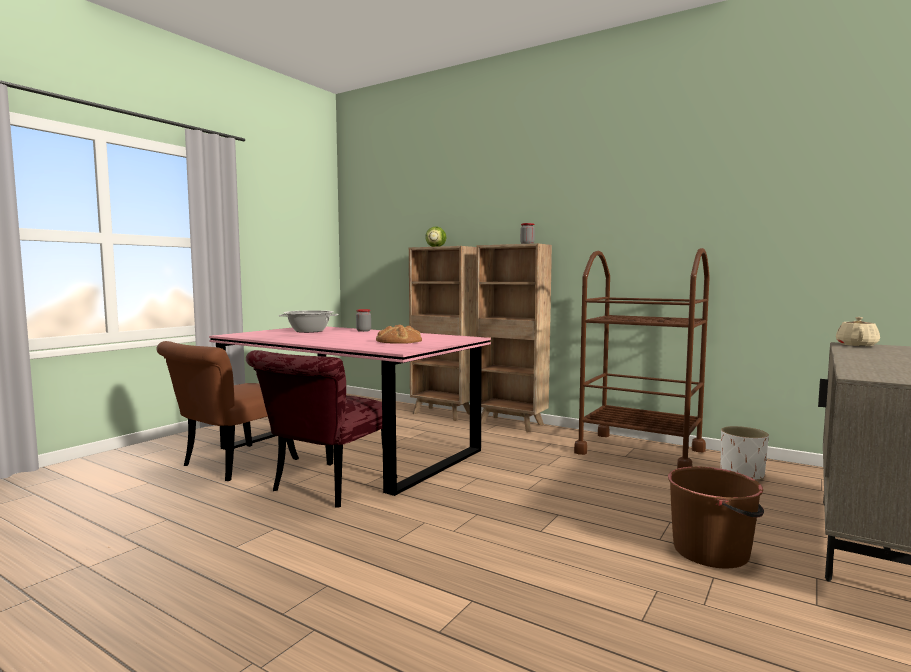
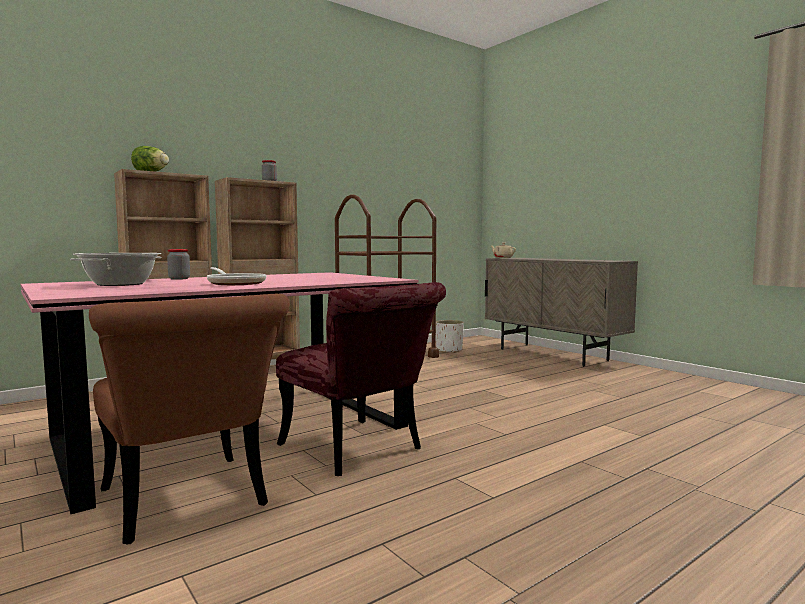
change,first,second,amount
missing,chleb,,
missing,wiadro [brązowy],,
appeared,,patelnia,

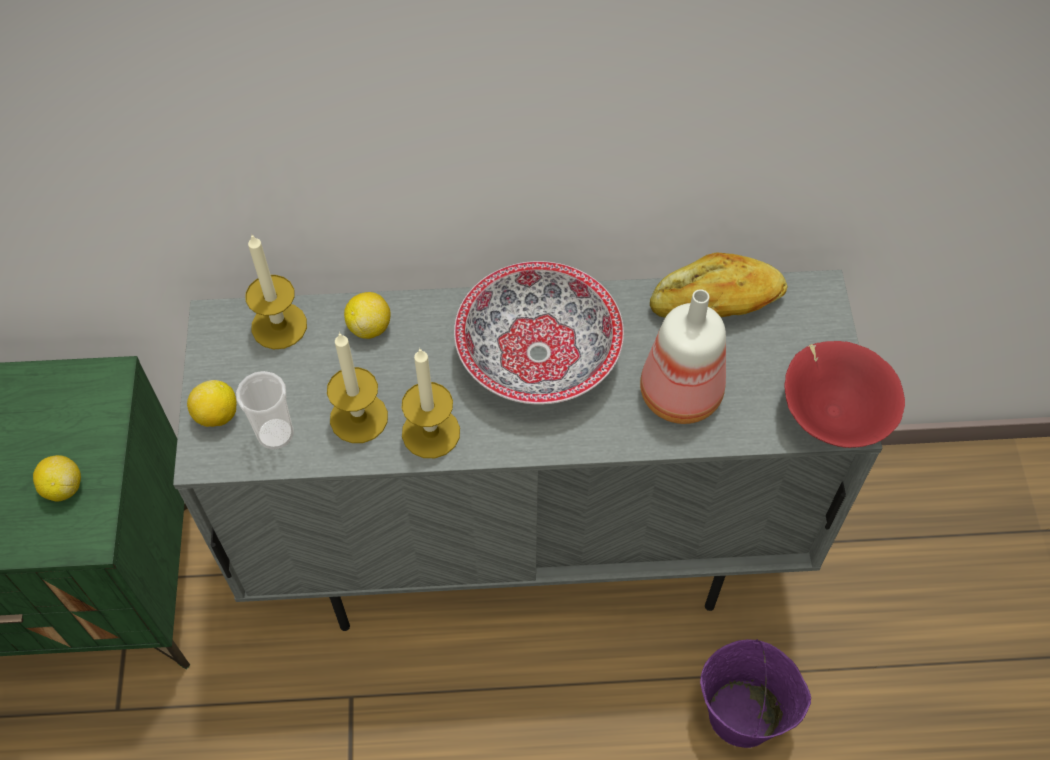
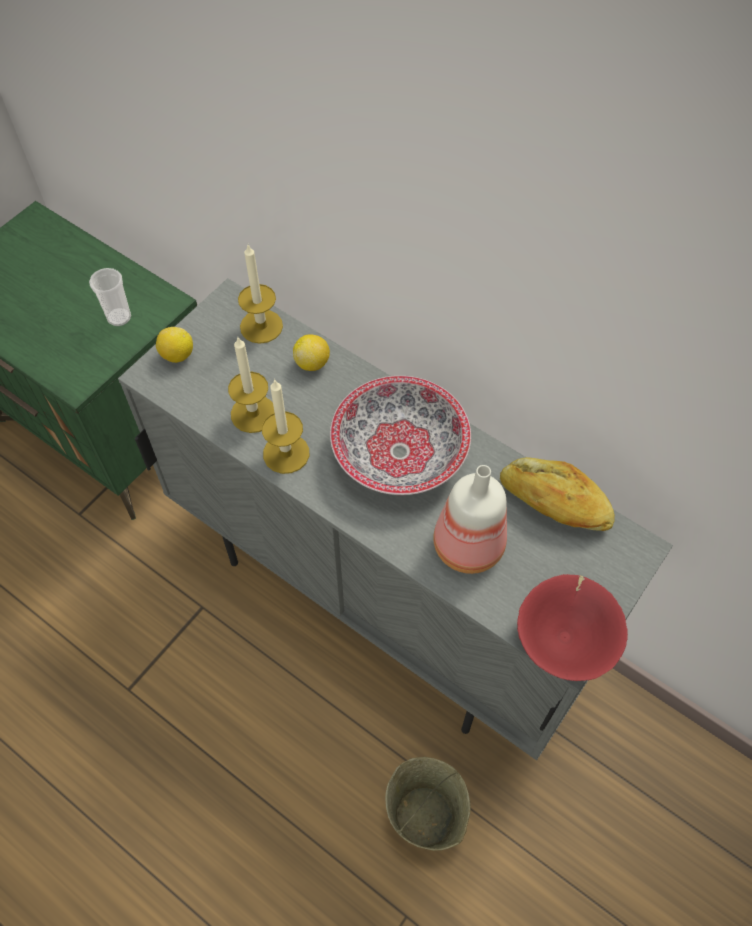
change,first,second,amount
relocated,filiżanka,,
missing,cytryna (no. 1 from left),,
colour,wiadro [fioletowy],wiadro [beżowy],

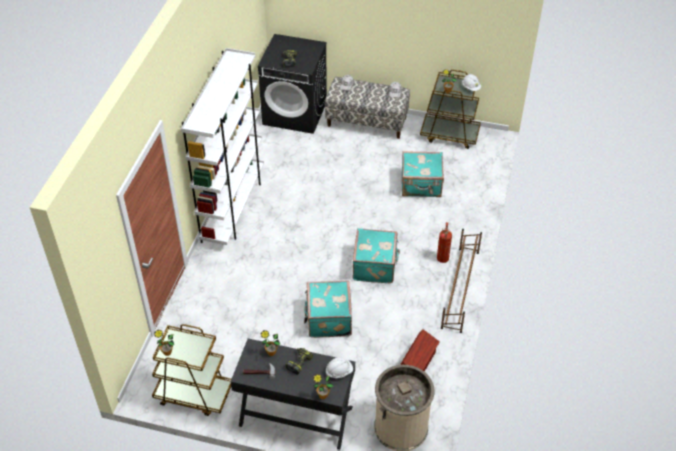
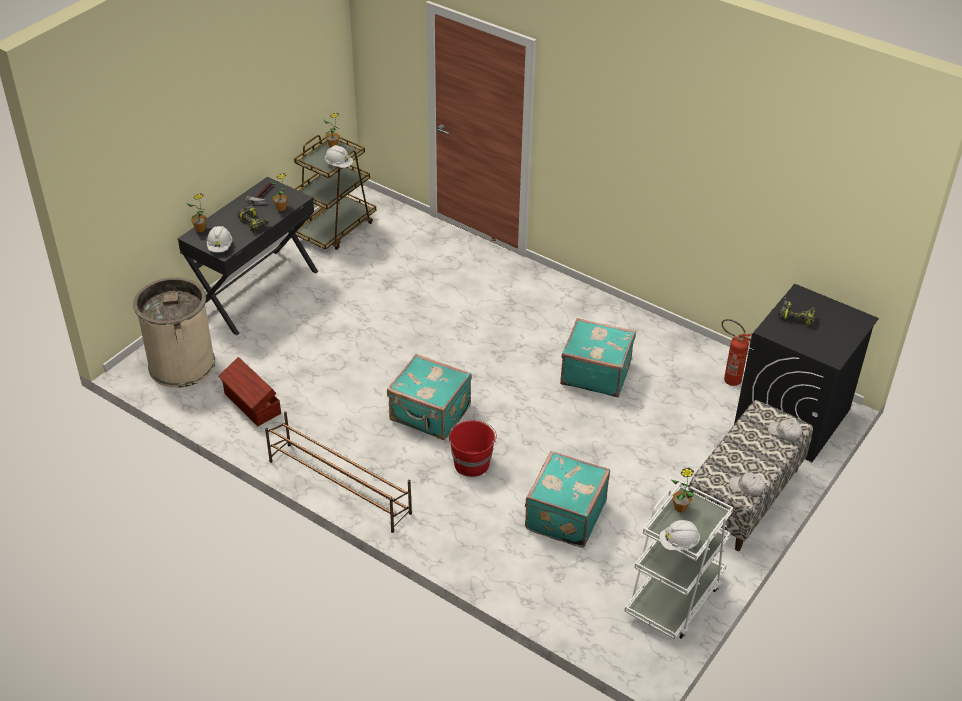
change,first,second,amount
missing,regał [biały],,
colour,wózek [brązowy] (no. 2 from left),wózek [biały],
relocated,gaśnica,,
relocated,walizka [turkusowy] (no. 1 from left in the first image),walizka [turkusowy] (no. 3 from left),
appeared,,kask [biały] (no. 2 from left),
appeared,,wiadro [czerwony],

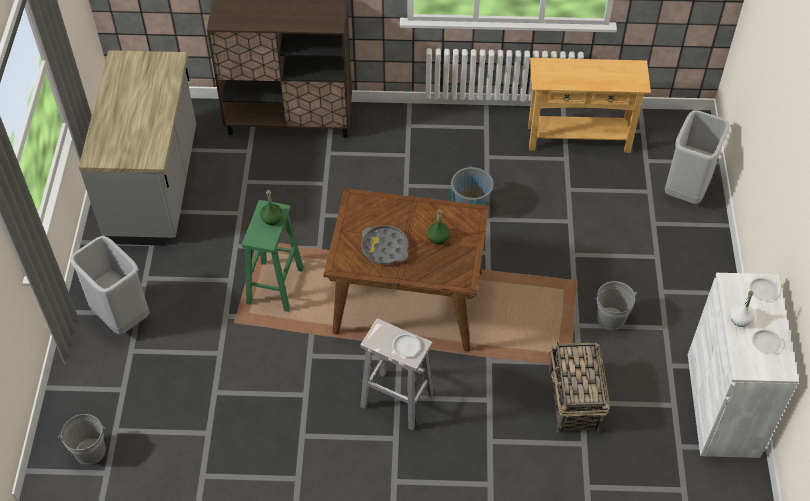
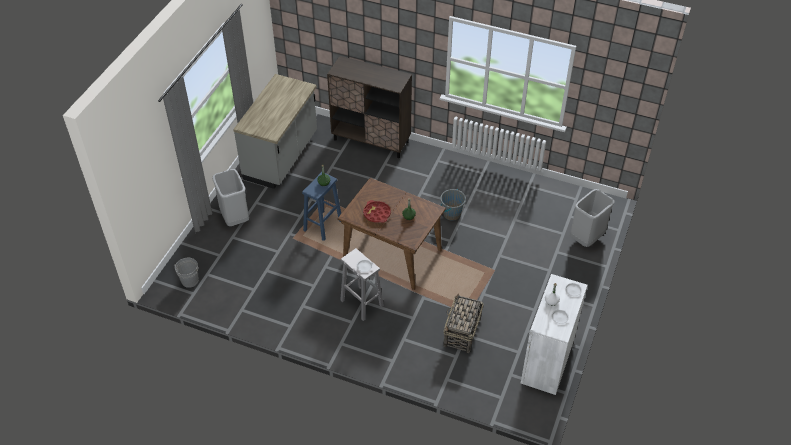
change,first,second,amount
missing,stolik konsolowy [beżowy],,
colour,stołek [zielony],stołek [niebieski],
colour,taca [szary],taca [czerwony],
missing,wiadro [szary] (no. 3 from left),,

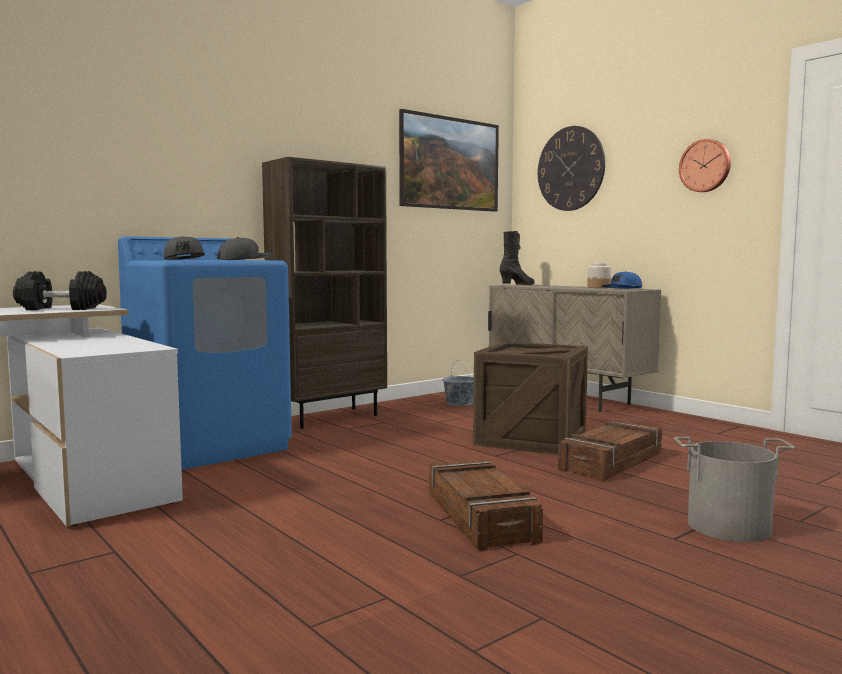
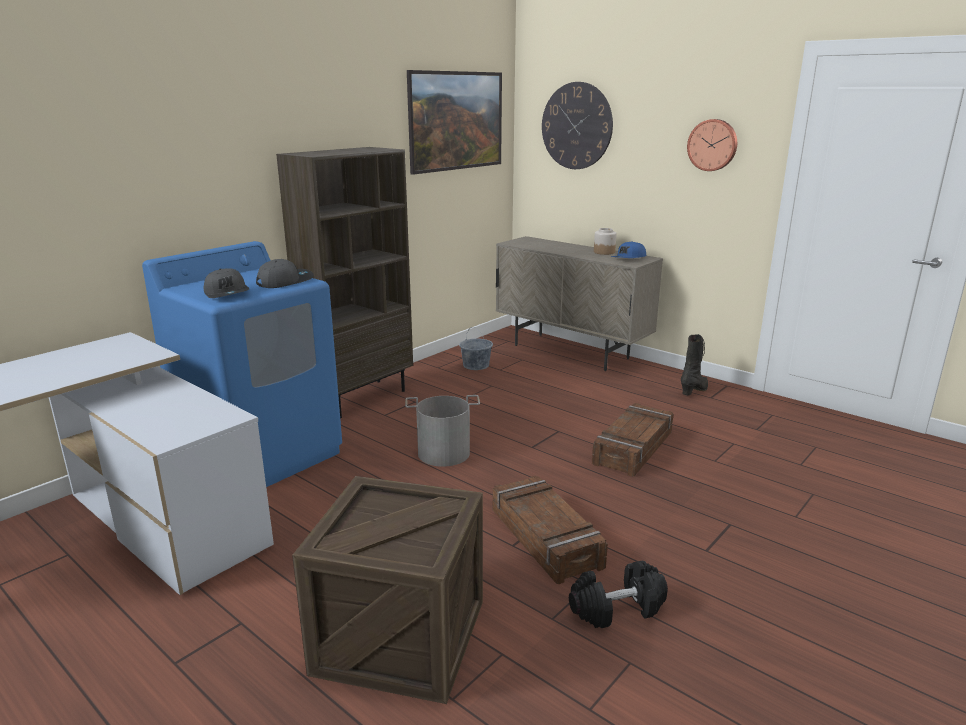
change,first,second,amount
relocated,but z cholewką [czarny],,
relocated,hantel [czarny],,
relocated,skrzynka (no. 2 from left in the first image),skrzynka (no. 1 from left),
relocated,wiadro [szary] (no. 2 from left in the first image),wiadro [szary] (no. 1 from left),

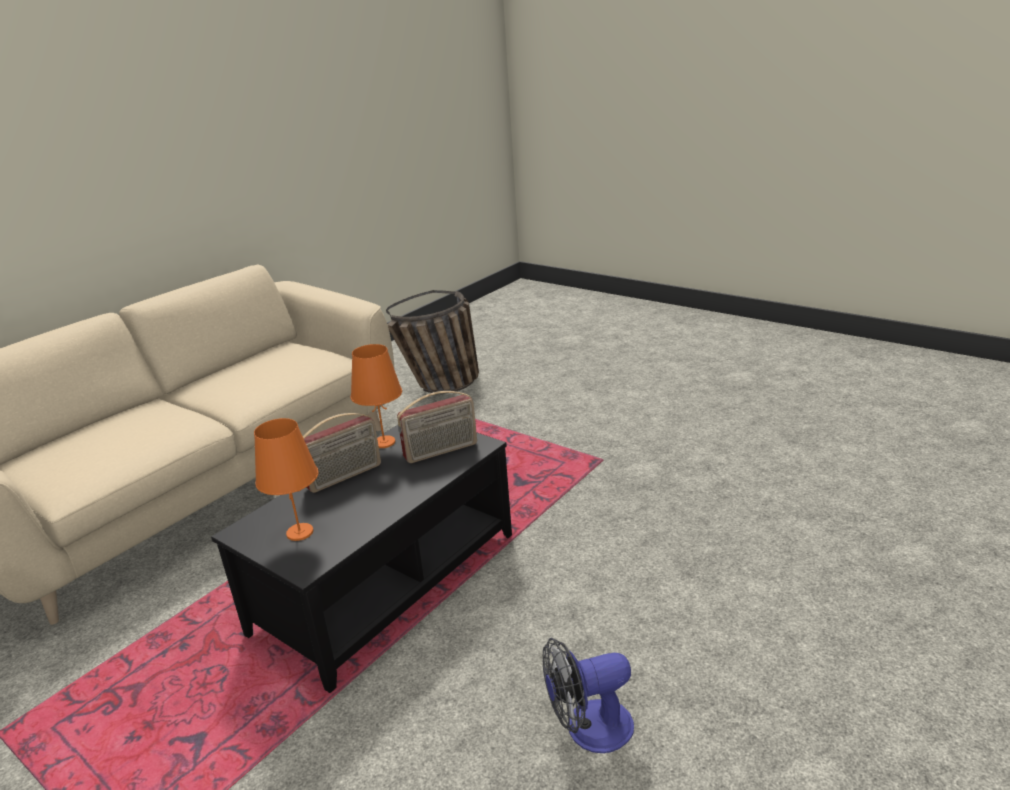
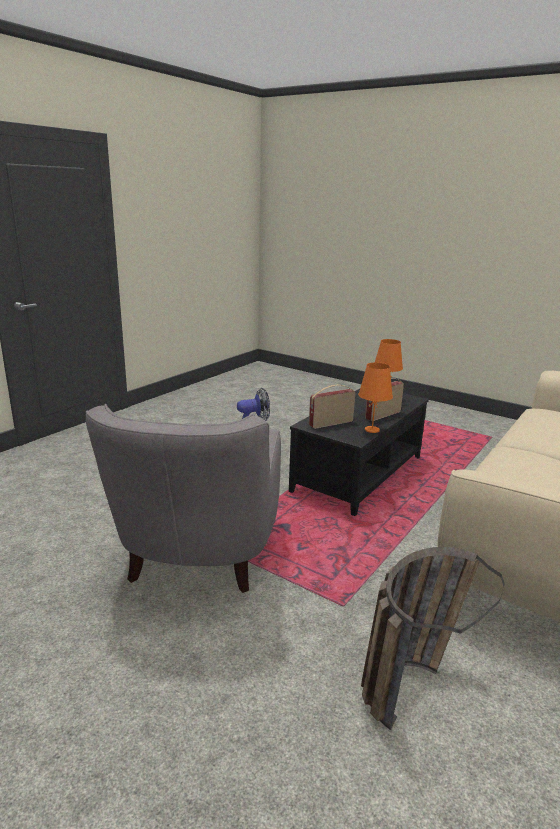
change,first,second,amount
appeared,,fotel [szary],

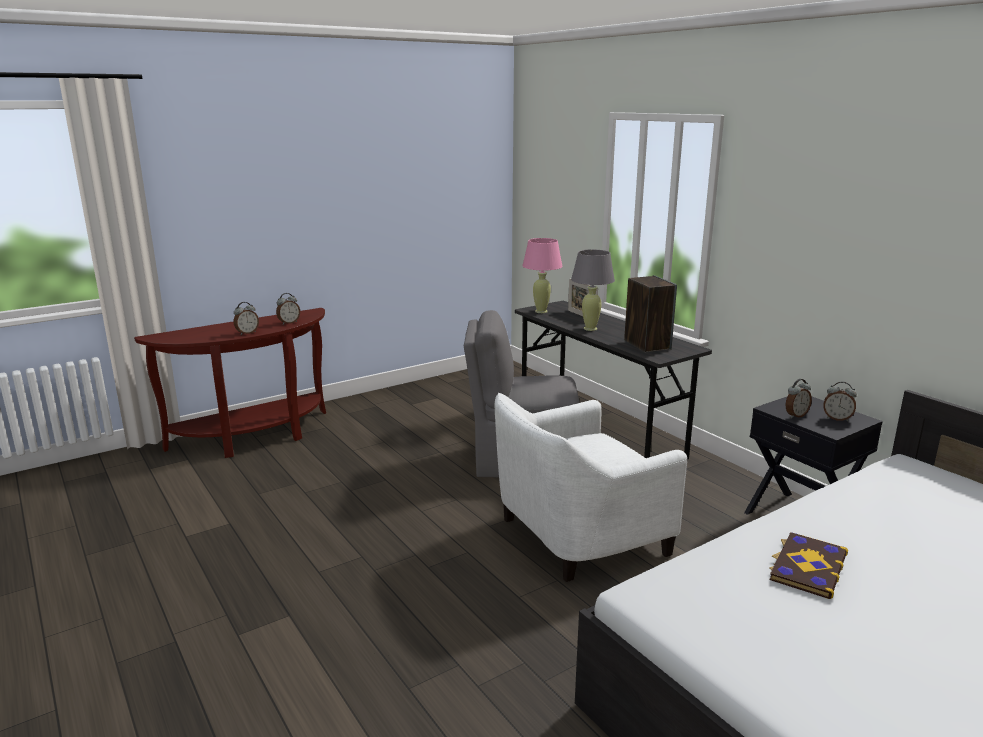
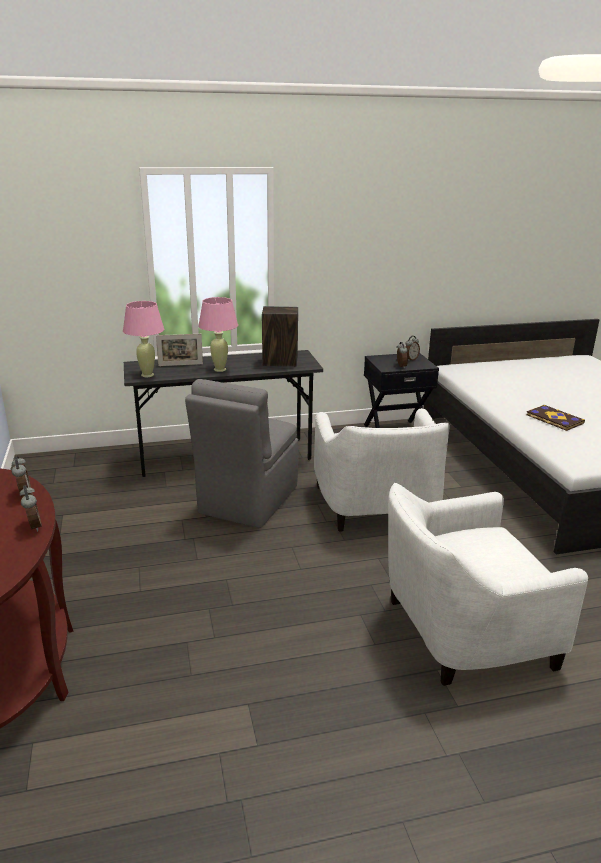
change,first,second,amount
colour,lampa stołowa [szary],lampa stołowa [różowy] (no. 2 from left),
appeared,,fotel [biały] (no. 2 from left),

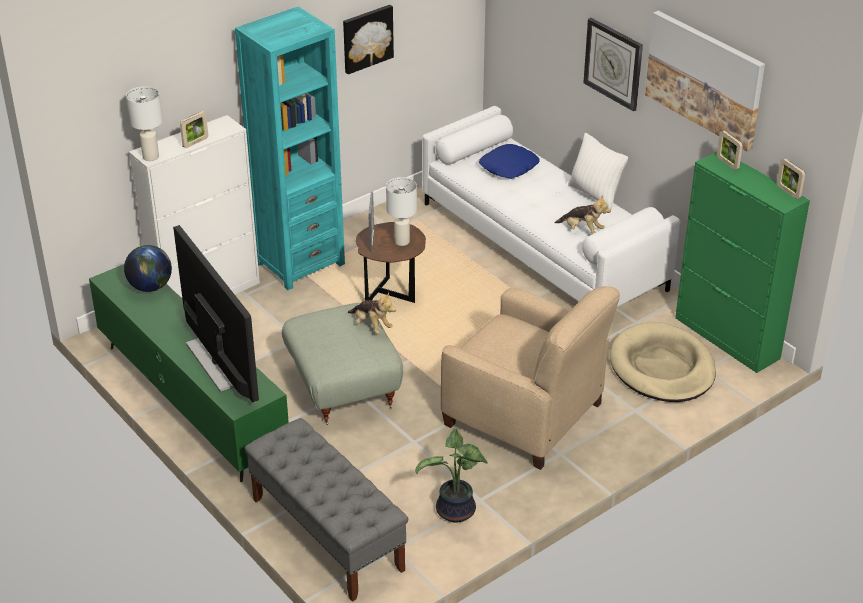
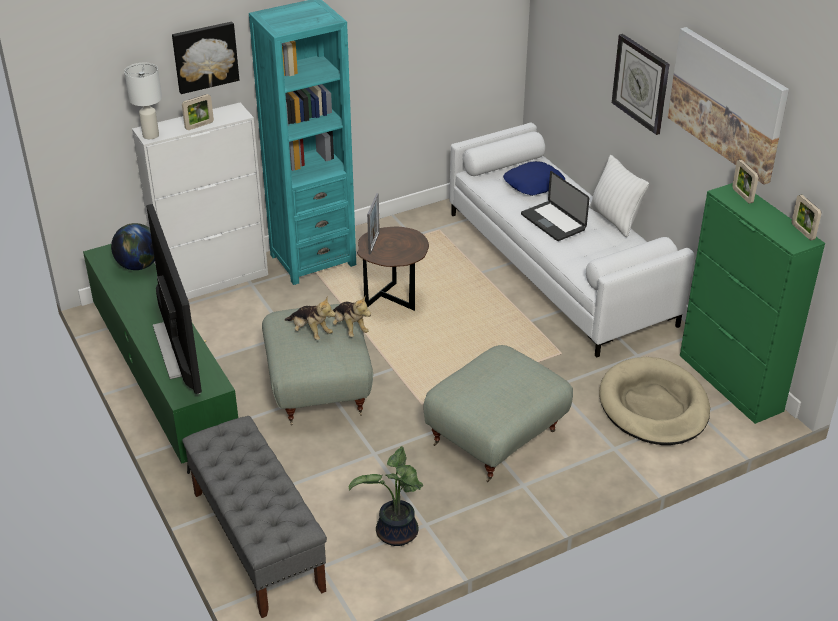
change,first,second,amount
relocated,obraz (no. 1 from left),,
missing,lampa stołowa [biały] (no. 2 from left),,
relocated,pluszak (no. 2 from left in the first image),pluszak (no. 1 from left),
exchanged,fotel [beżowy],pufa [szary] (no. 2 from left),
appeared,,laptop,

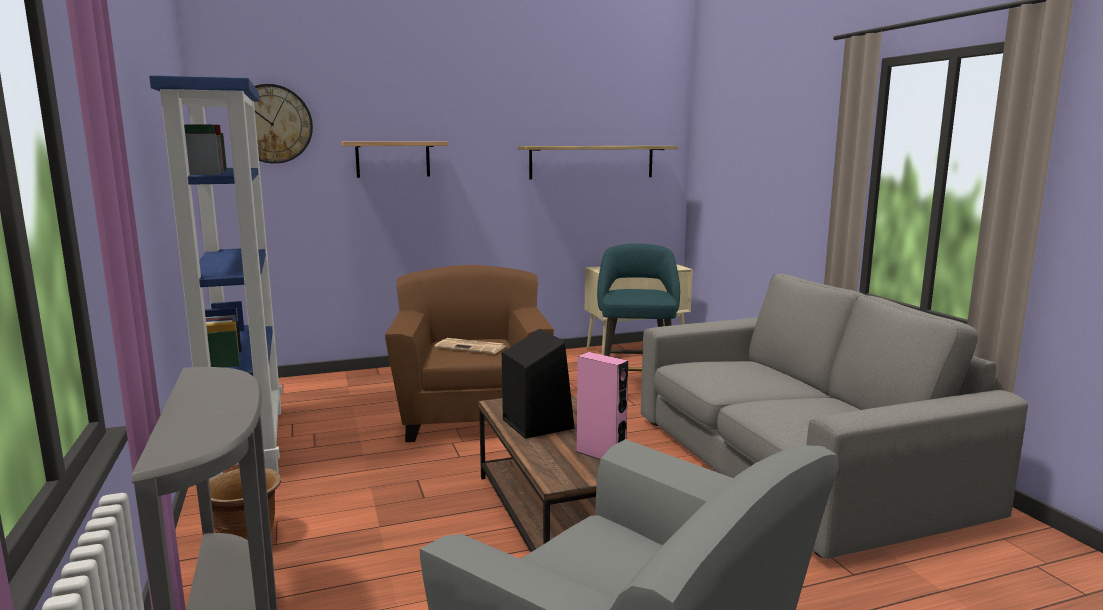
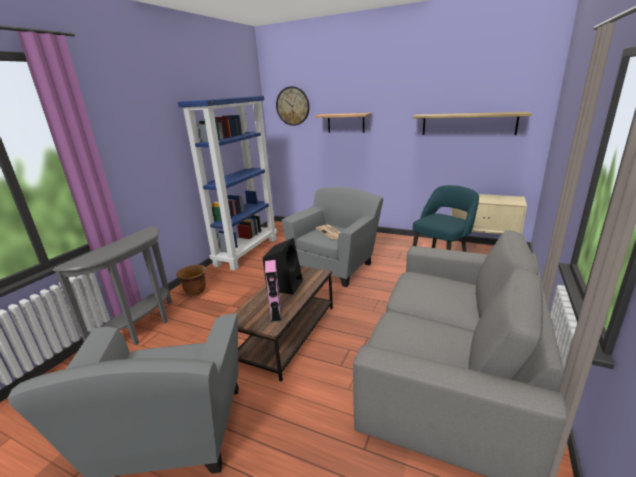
change,first,second,amount
colour,fotel [brązowy],fotel [szary] (no. 2 from left),

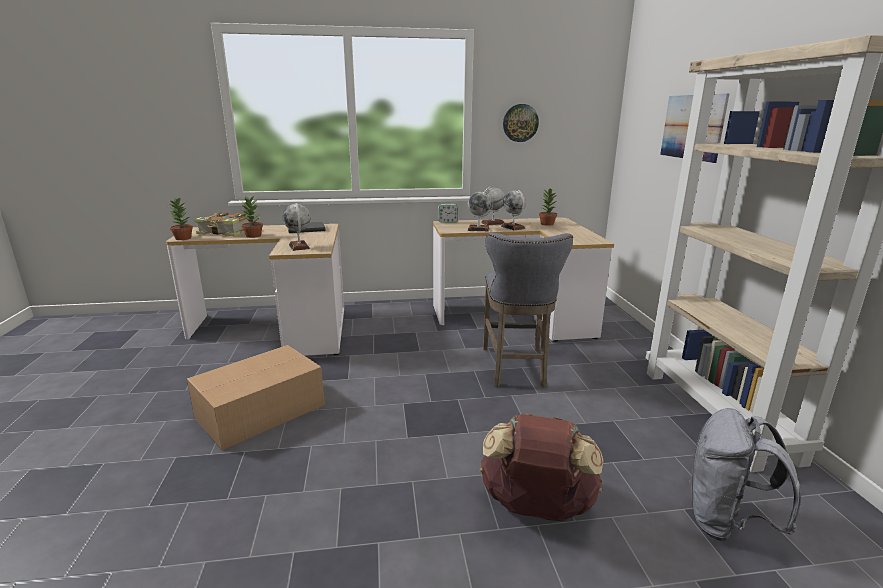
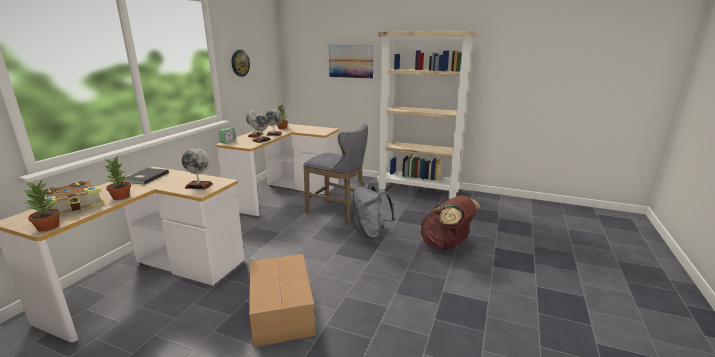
change,first,second,amount
relocated,plecak [szary],,

